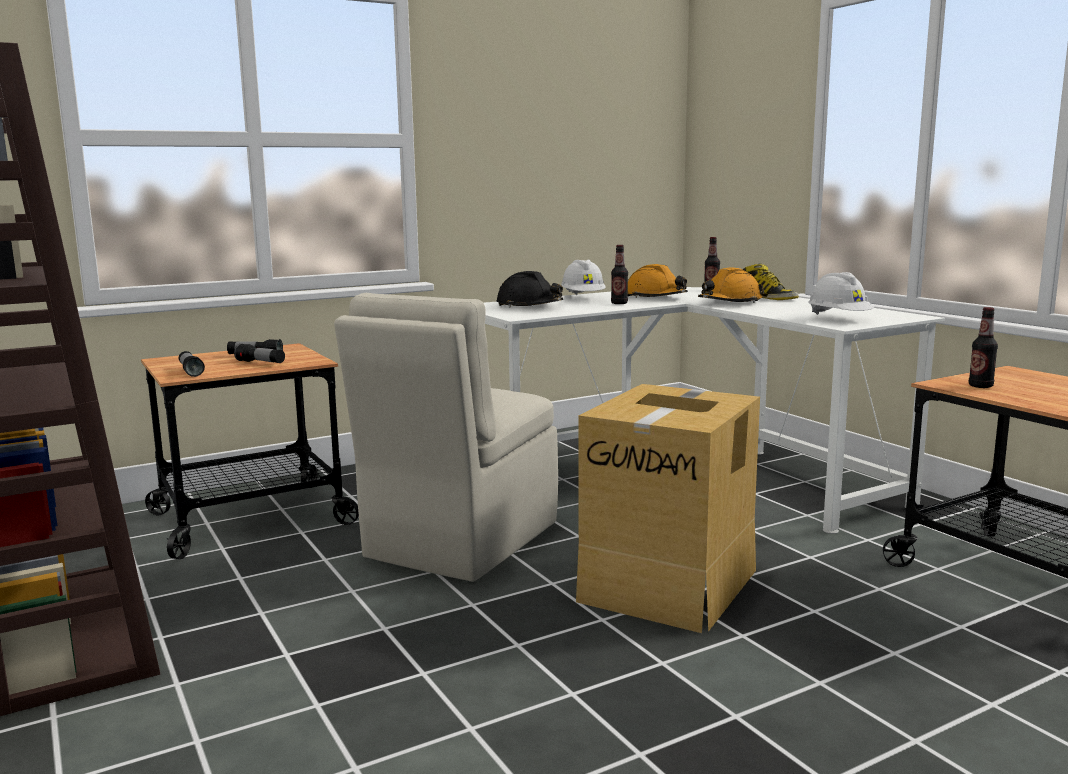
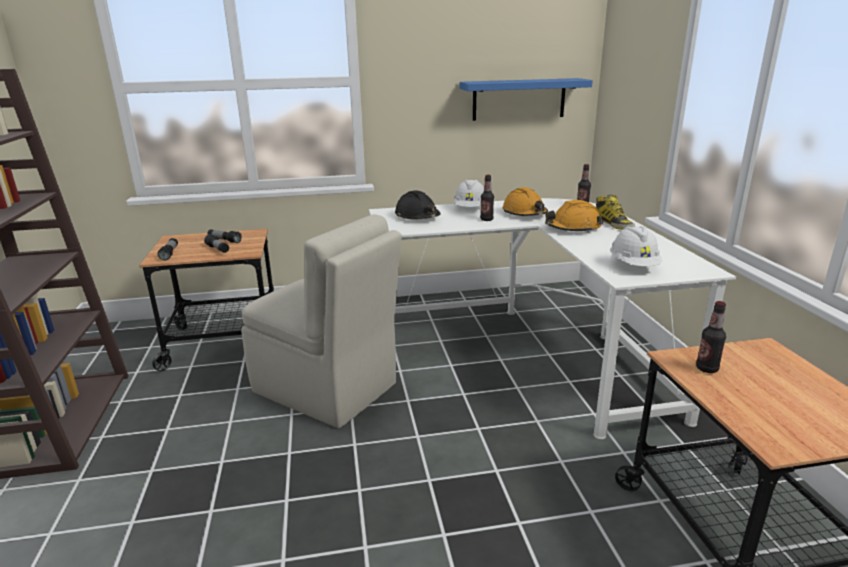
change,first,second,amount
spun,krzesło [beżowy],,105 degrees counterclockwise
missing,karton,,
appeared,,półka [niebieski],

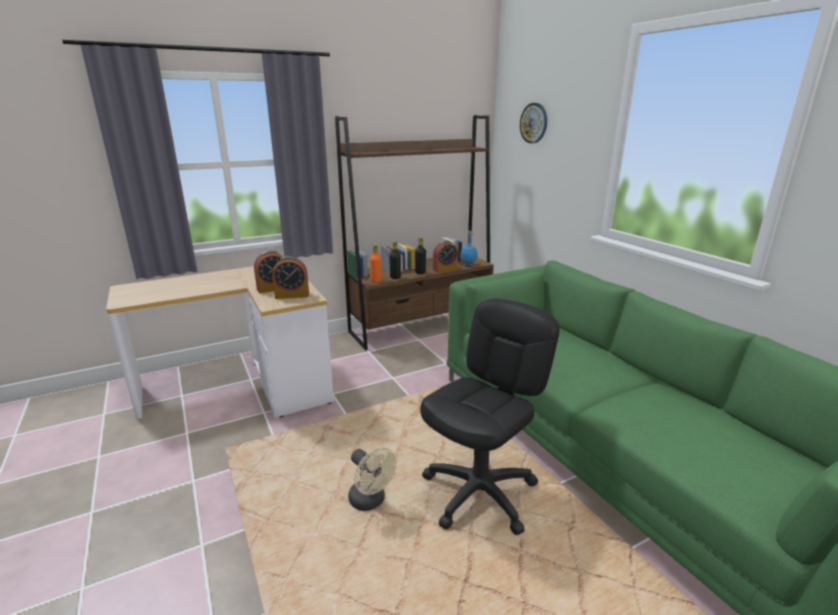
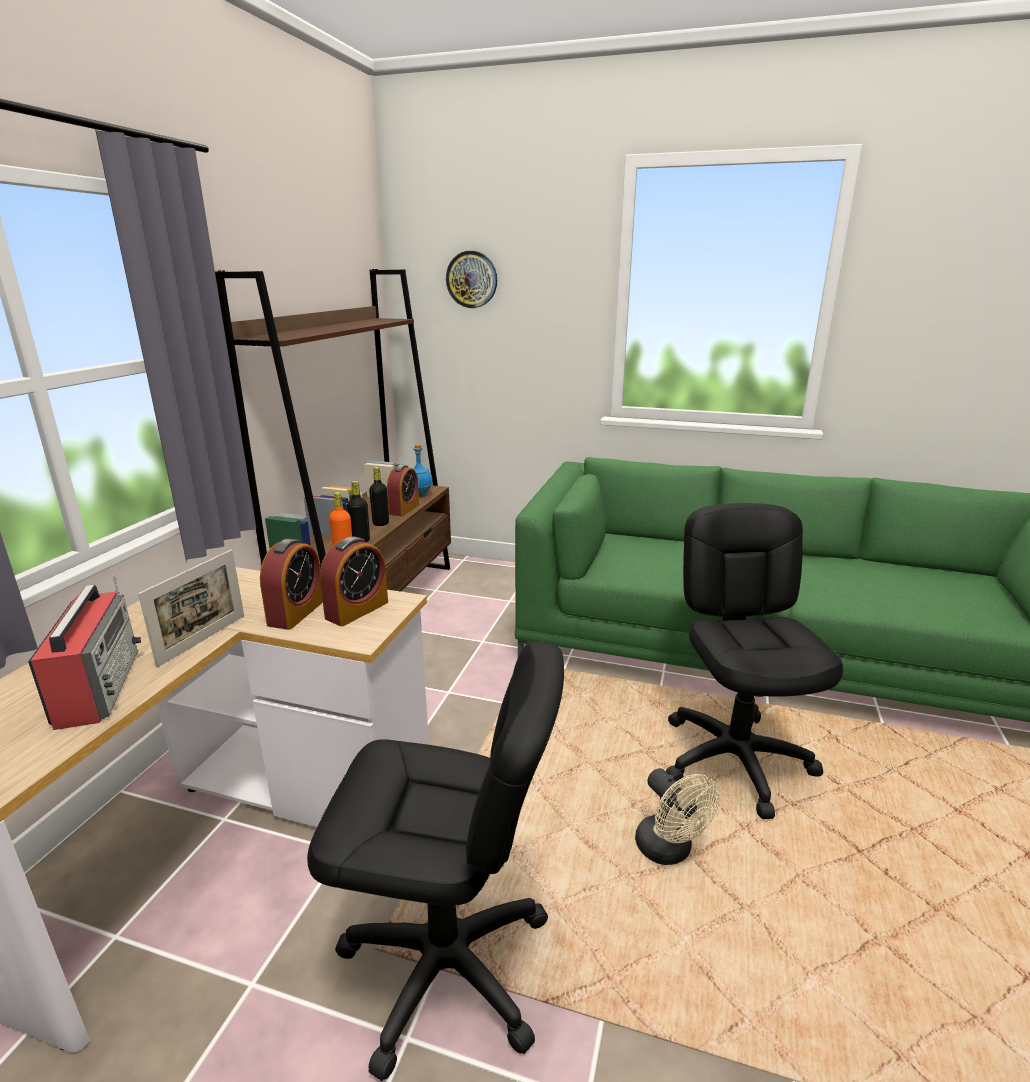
change,first,second,amount
spun,wentylator [beżowy],,60 degrees clockwise
appeared,,ramka na zdjęcie,
appeared,,radio,
appeared,,krzesło biurowe [czarny] (no. 1 from left),

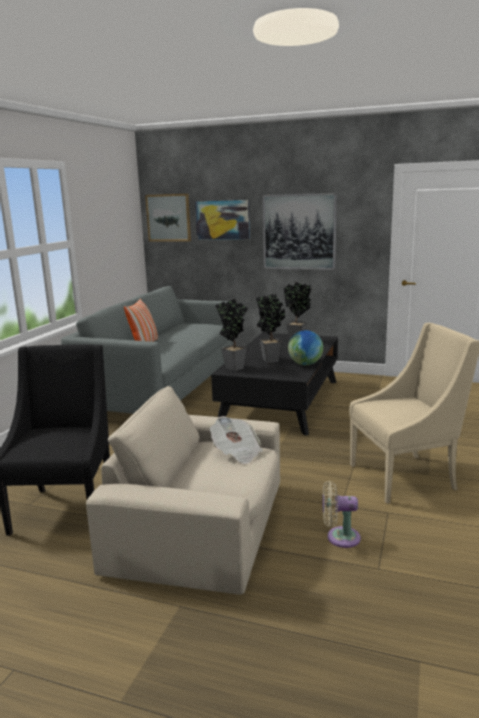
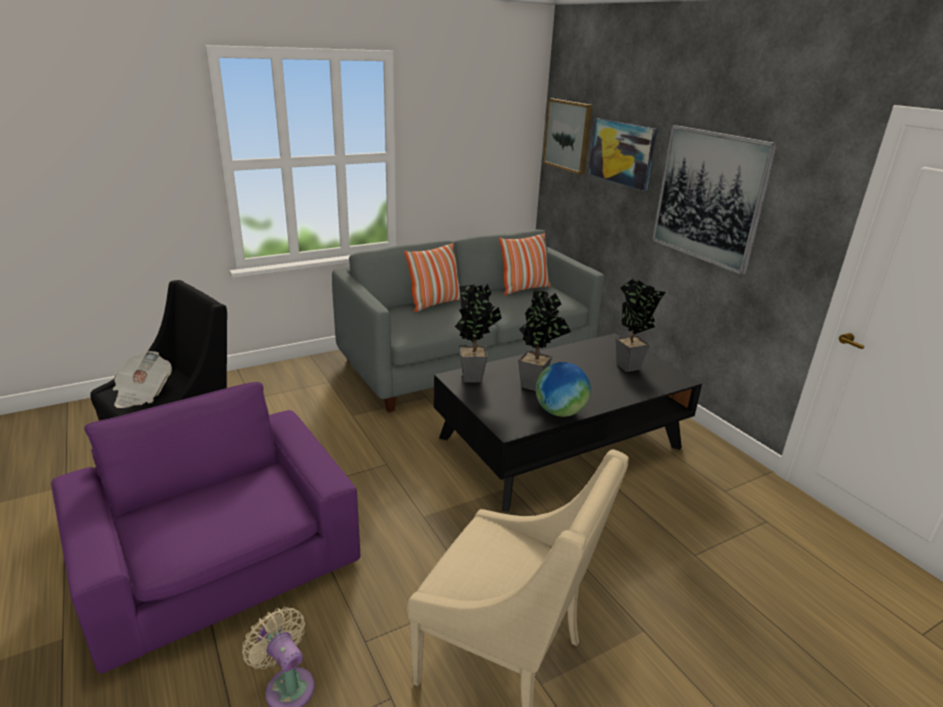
change,first,second,amount
colour,fotel [beżowy] (no. 1 from left),fotel [fioletowy],
relocated,gazeta,,
appeared,,poduszka (no. 2 from left),

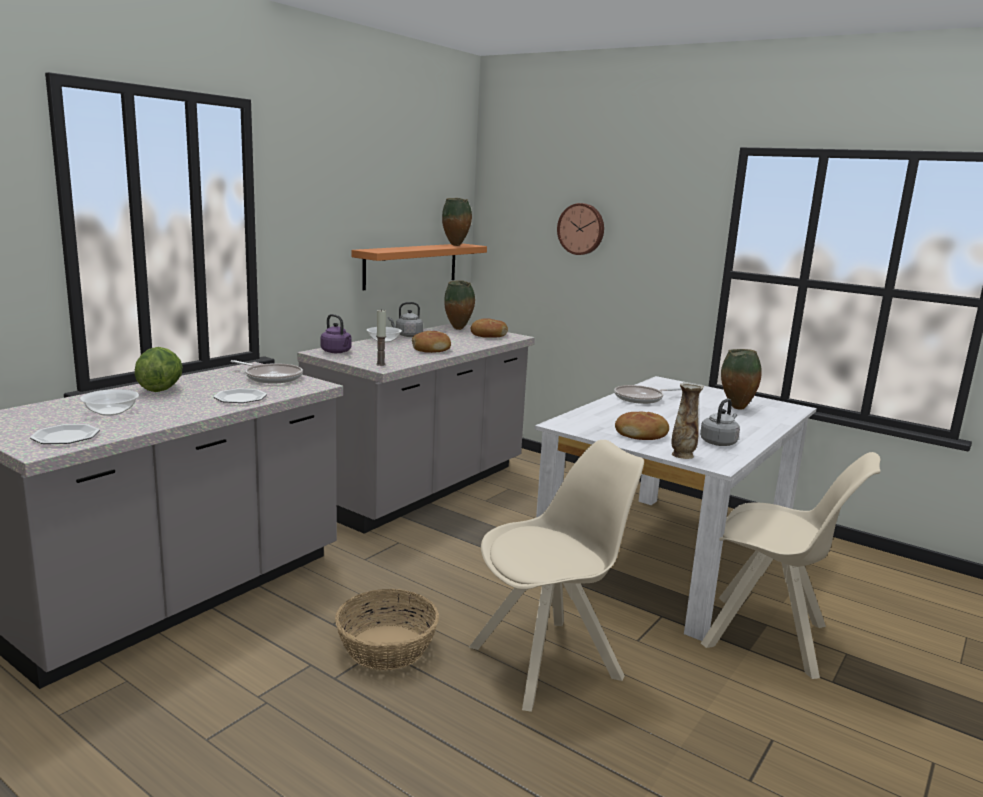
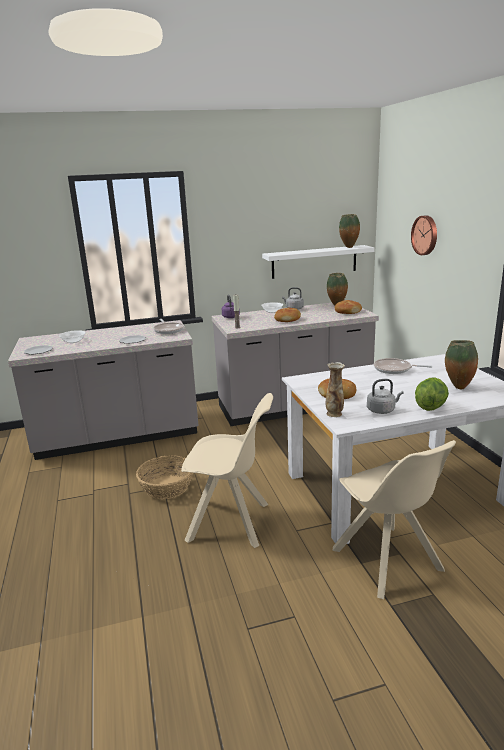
change,first,second,amount
colour,półka [pomarańczowy],półka [biały],
relocated,sałata,,

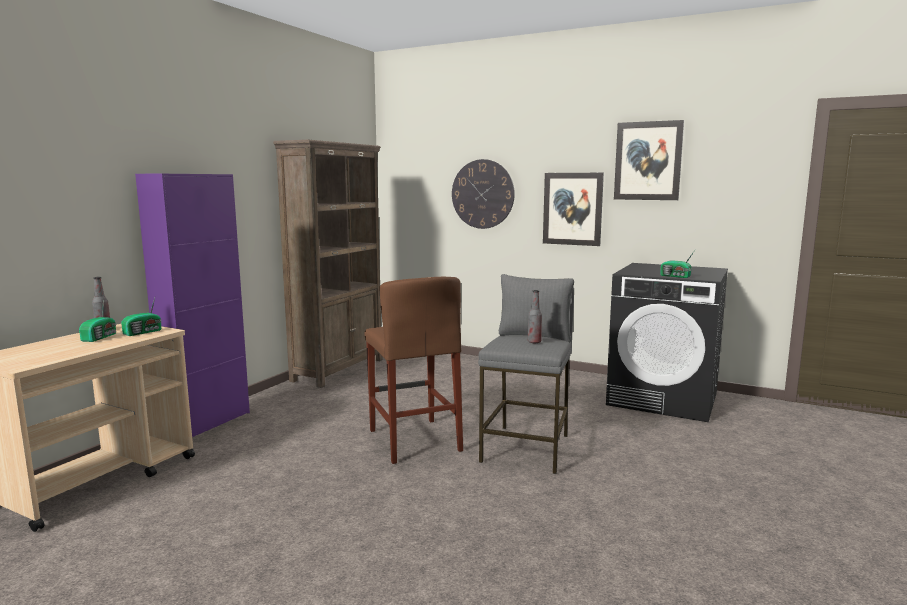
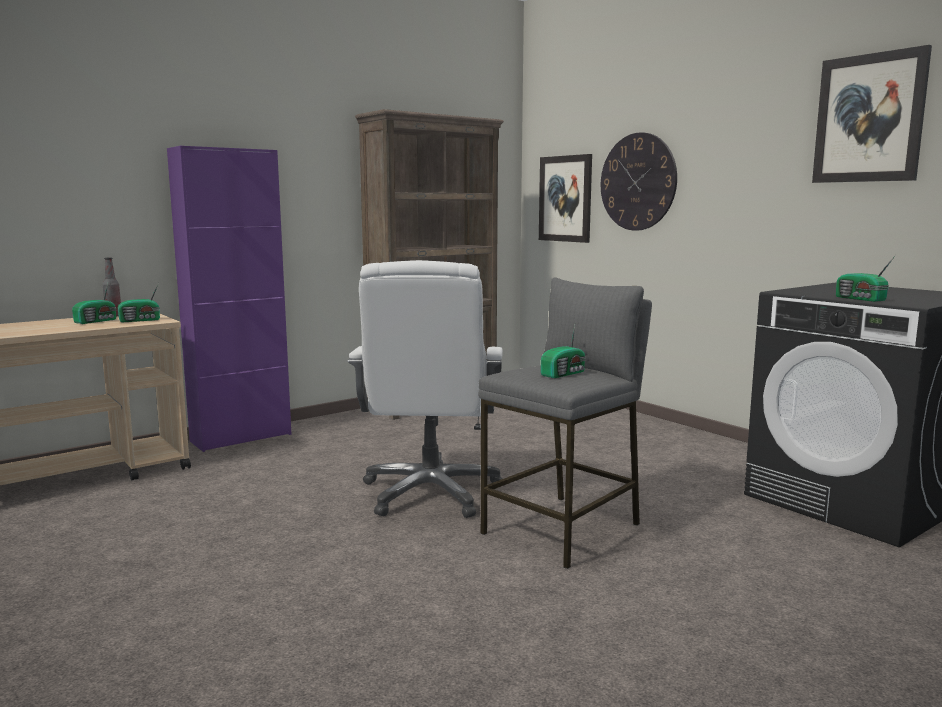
change,first,second,amount
relocated,obraz (no. 1 from left),,
exchanged,stołek [brązowy],krzesło biurowe [biały],
exchanged,butelka (no. 2 from left),radio (no. 3 from left),

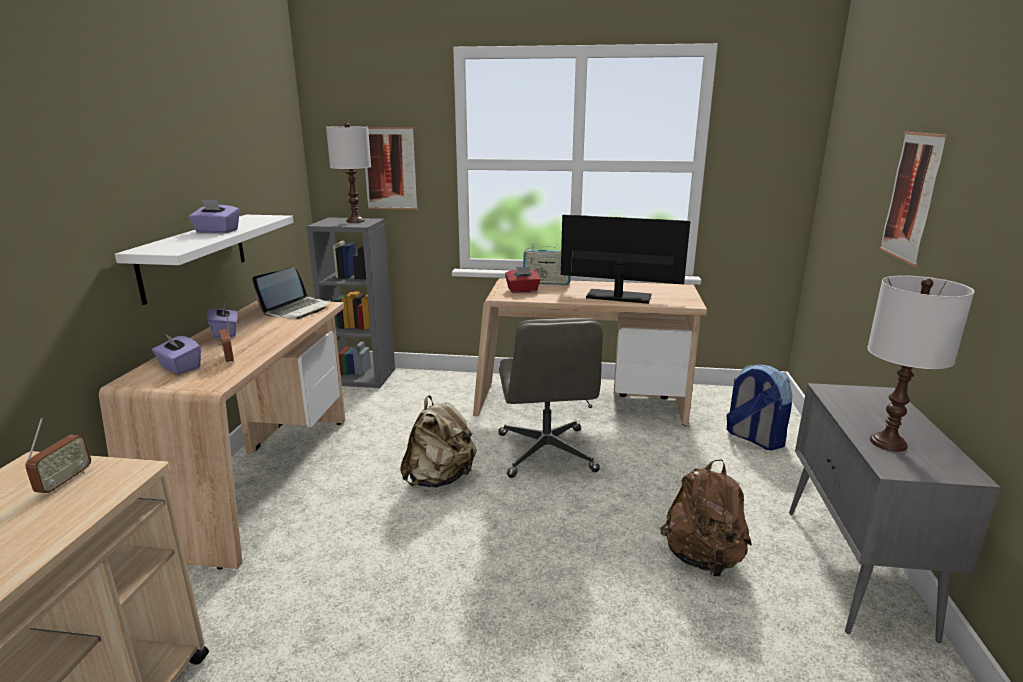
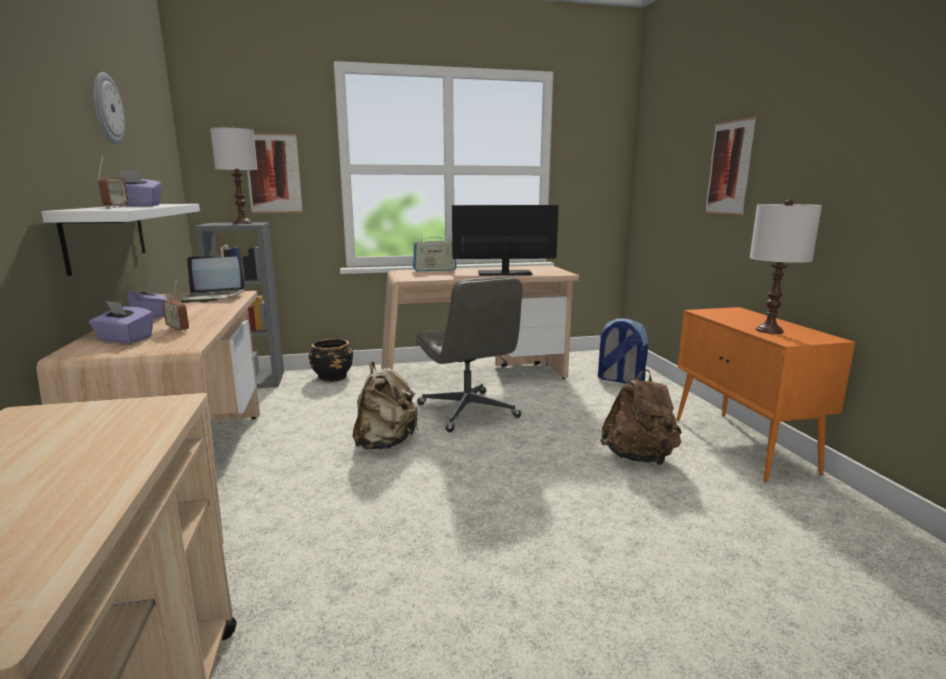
change,first,second,amount
spun,laptop,,75 degrees clockwise
missing,pudełko chusteczek [czerwony],,
colour,szafka [szary],szafka [pomarańczowy],
relocated,radio (no. 1 from left),,
appeared,,zegar ścienny,
appeared,,donica [czarny],

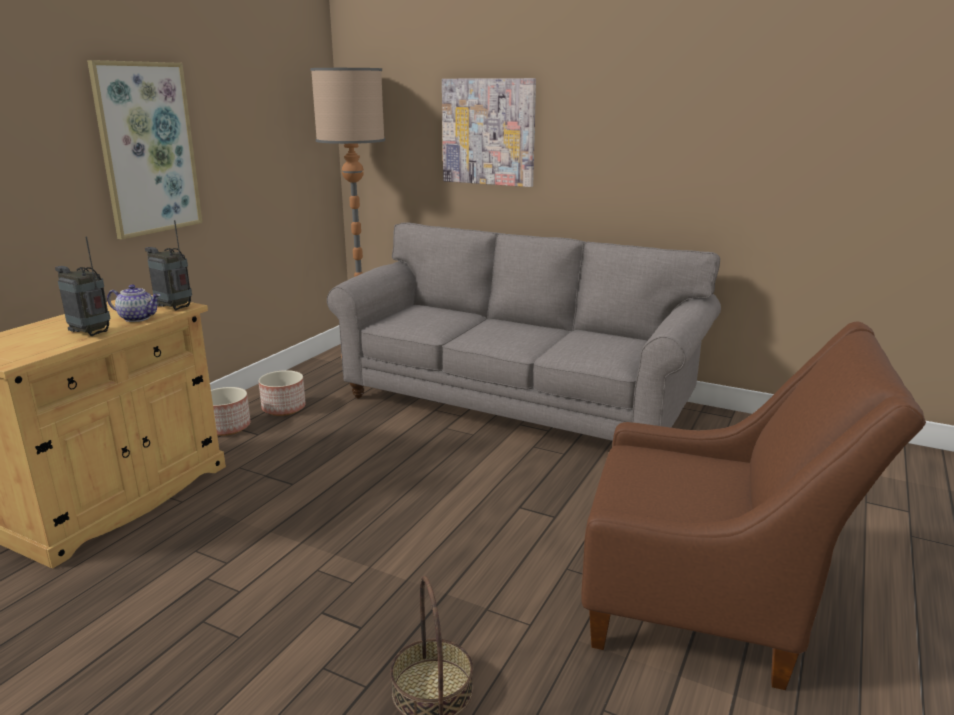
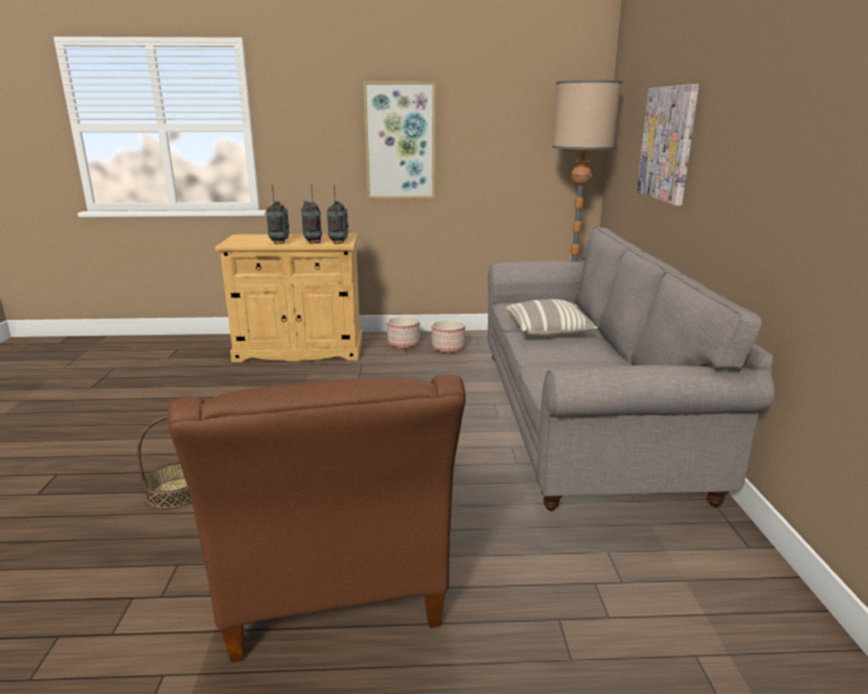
change,first,second,amount
exchanged,imbryk,radio (no. 2 from left),
appeared,,poduszka,

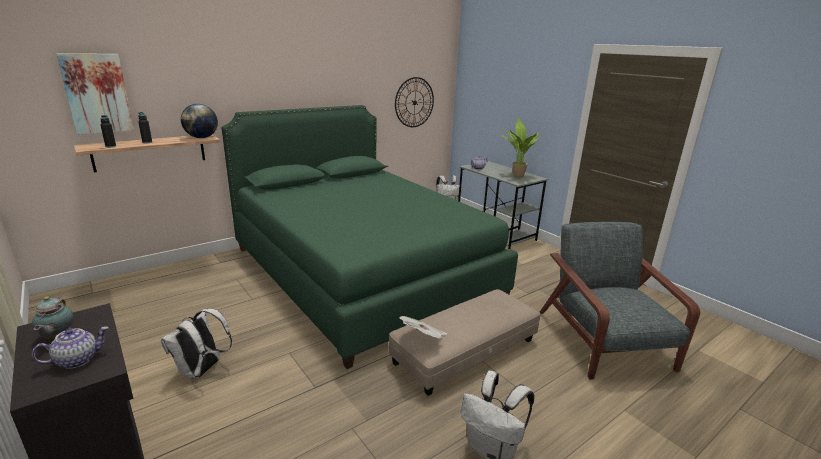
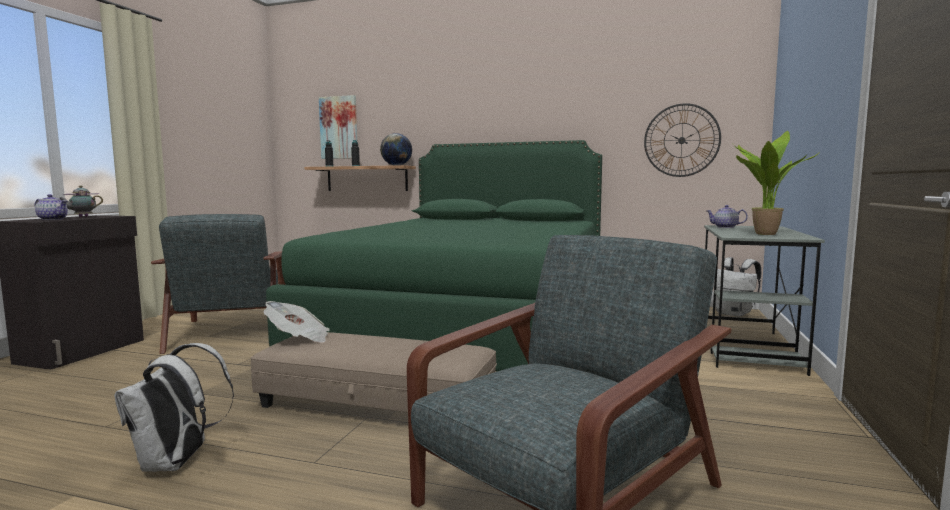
change,first,second,amount
exchanged,plecak [biały] (no. 1 from left),fotel [szary] (no. 1 from left),

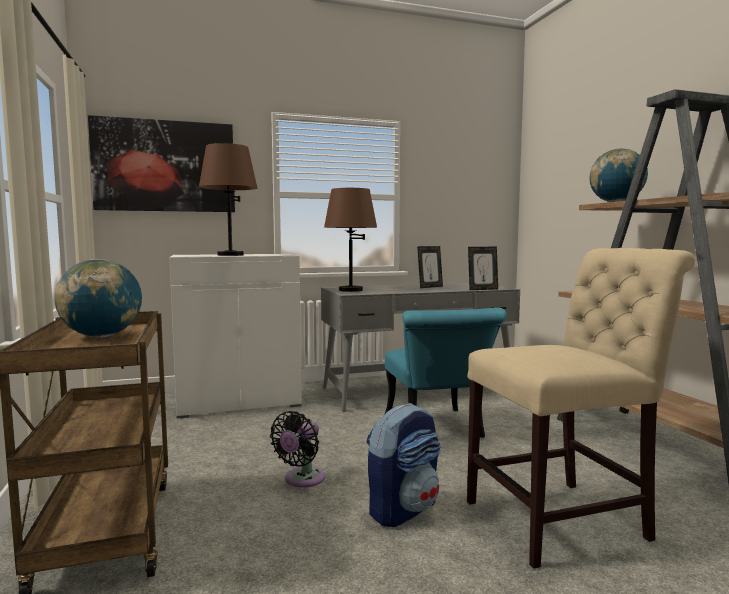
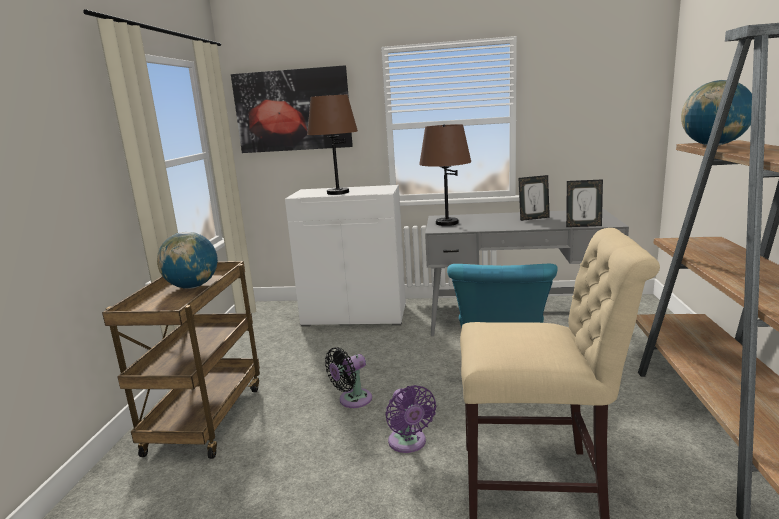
change,first,second,amount
exchanged,plecak,wentylator [fioletowy],

